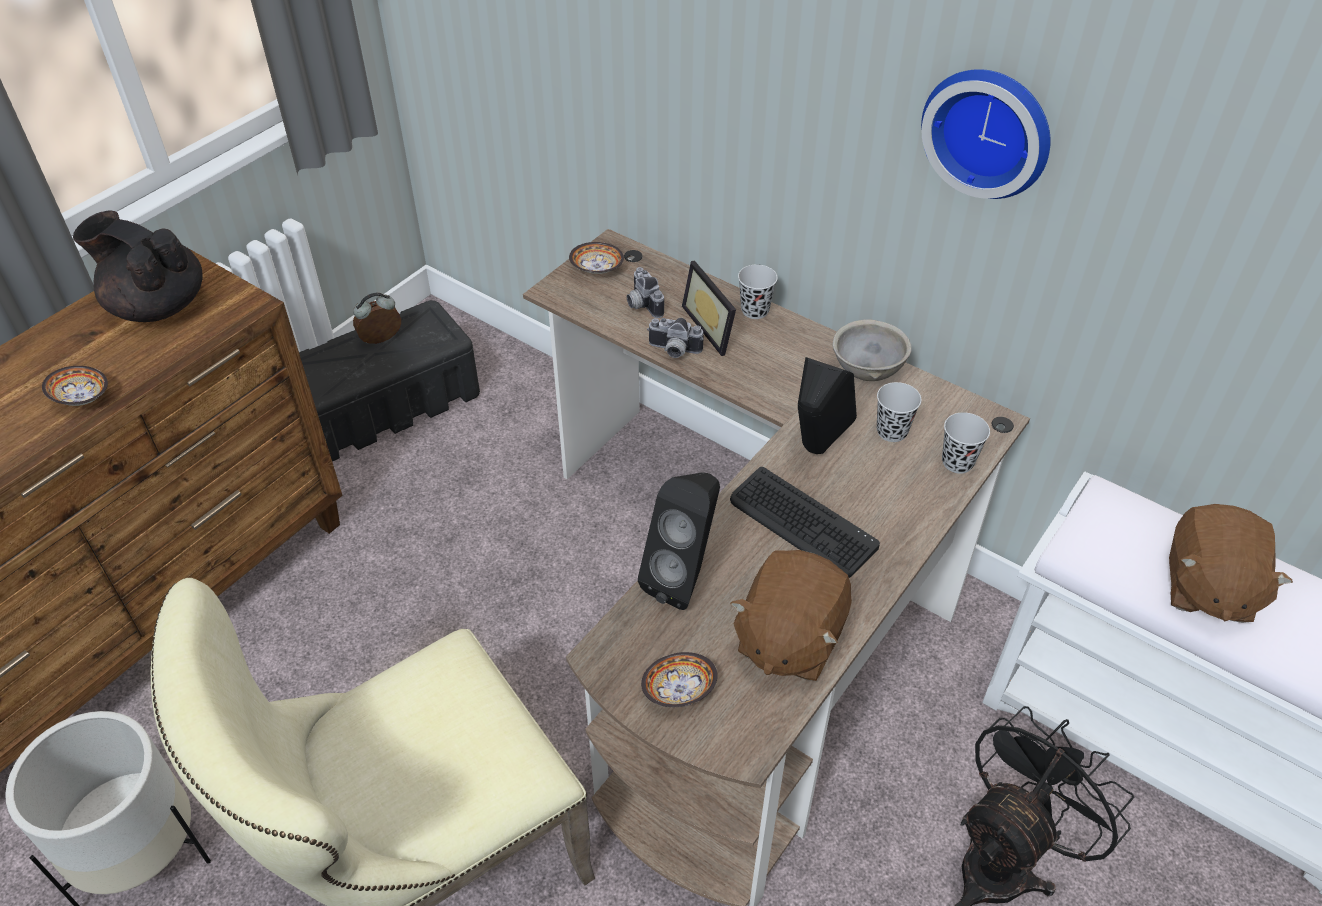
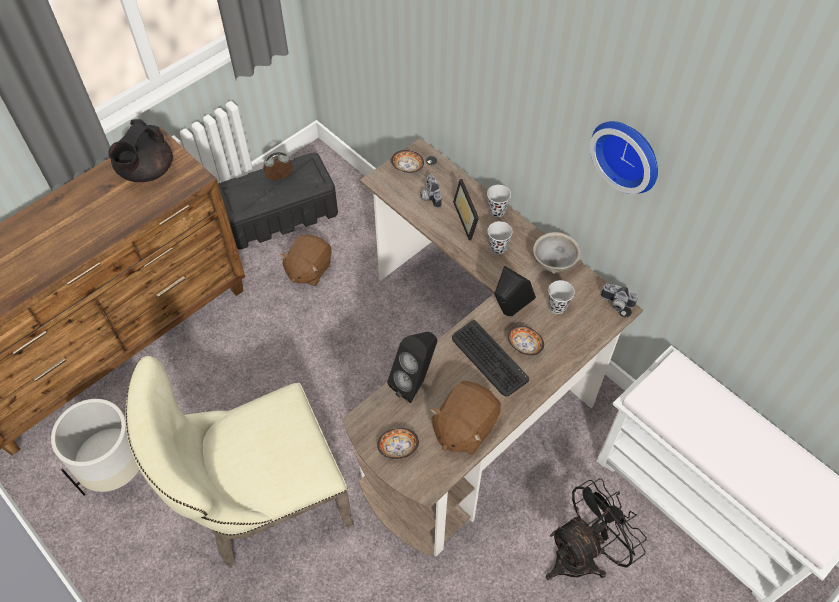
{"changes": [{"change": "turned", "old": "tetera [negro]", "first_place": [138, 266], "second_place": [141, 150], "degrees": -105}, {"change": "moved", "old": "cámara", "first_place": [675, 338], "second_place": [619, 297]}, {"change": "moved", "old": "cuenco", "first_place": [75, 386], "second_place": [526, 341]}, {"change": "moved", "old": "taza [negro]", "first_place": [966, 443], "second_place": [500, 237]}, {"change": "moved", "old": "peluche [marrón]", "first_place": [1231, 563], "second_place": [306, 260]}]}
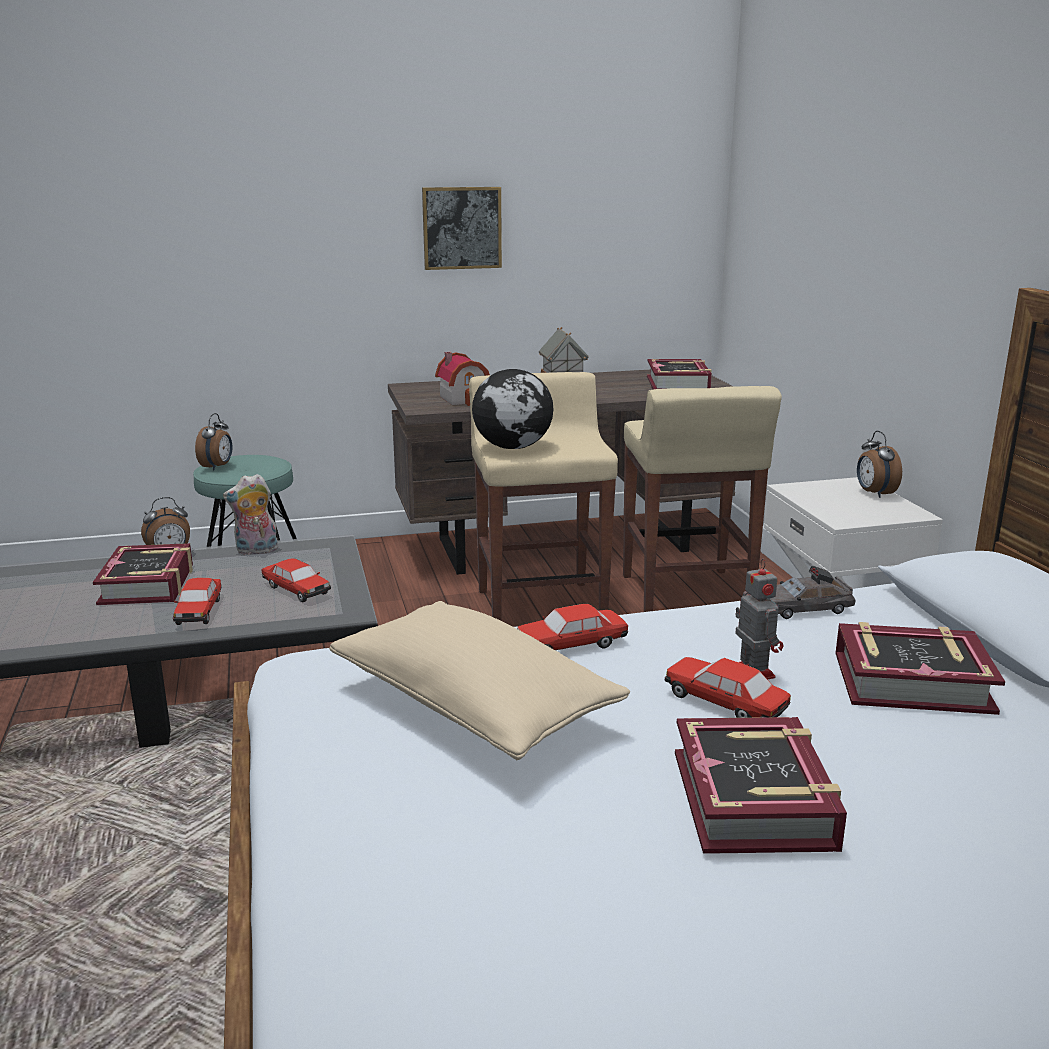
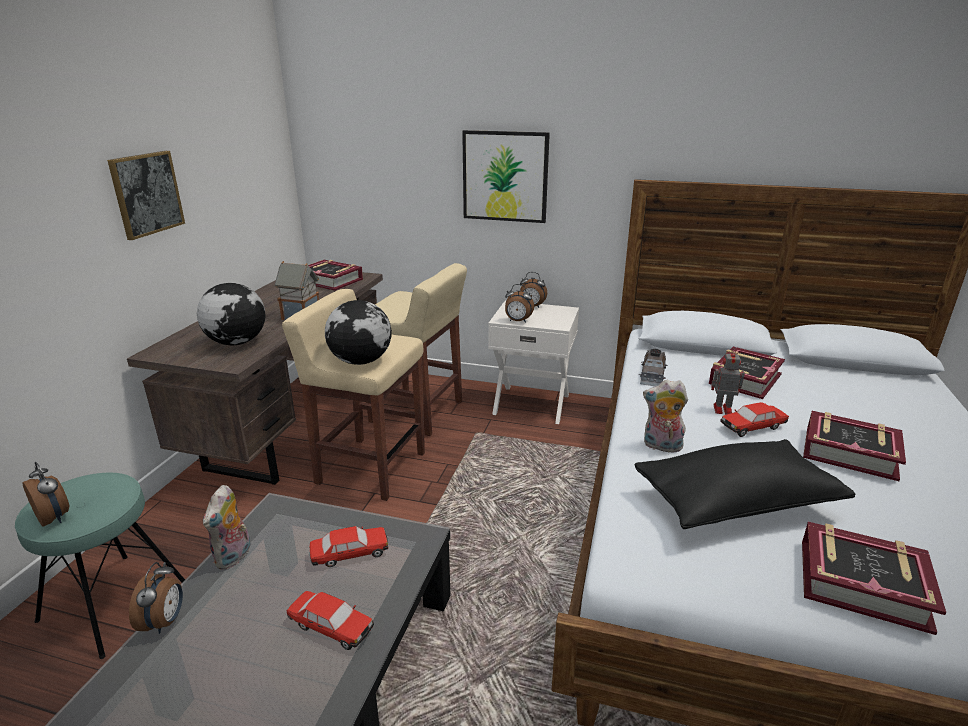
{"changes": [{"change": "replaced", "old": "casita", "new": "globo terráqueo", "first_place": [462, 379], "second_place": [231, 314]}, {"change": "moved", "old": "libro", "first_place": [143, 574], "second_place": [874, 578]}, {"change": "recoloured", "old": "cojín [beis]", "new": "cojín [negro]", "first_place": [479, 680], "second_place": [745, 484]}, {"change": "replaced", "old": "coche de juguete", "new": "peluche", "first_place": [572, 627], "second_place": [665, 416]}, {"change": "added", "new": "cuadro", "second_place": [506, 176]}, {"change": "added", "new": "despertador", "second_place": [519, 303]}]}
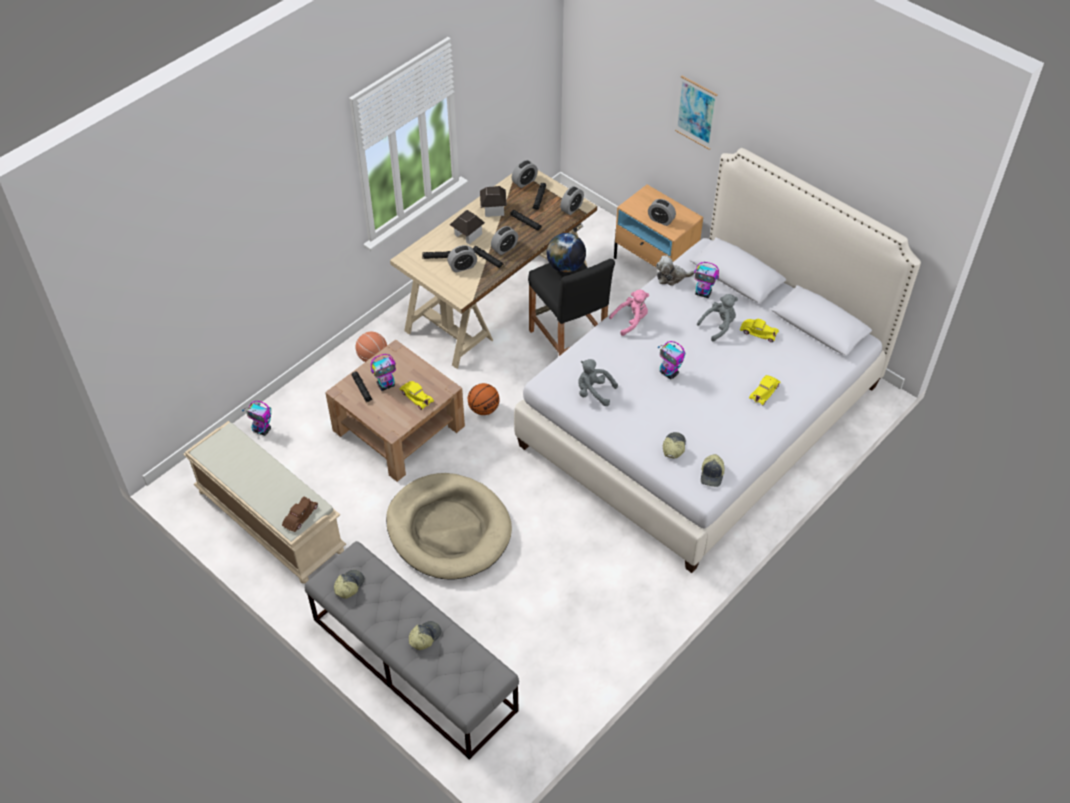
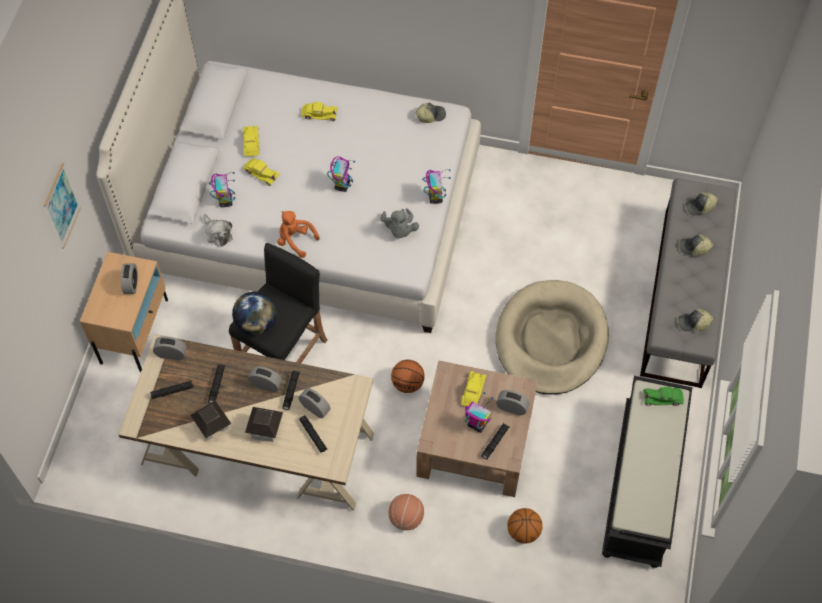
{"changes": [{"change": "moved", "old": "despertador", "first_place": [525, 174], "second_place": [512, 403]}, {"change": "recoloured", "old": "peluche [rosa]", "new": "peluche [naranja]", "first_place": [629, 313], "second_place": [298, 234]}, {"change": "replaced", "old": "peluche [gris]", "new": "coche de juguete [amarillo]", "first_place": [717, 317], "second_place": [261, 172]}, {"change": "moved", "old": "robot de juguete", "first_place": [256, 418], "second_place": [436, 186]}, {"change": "recoloured", "old": "banco [beis]", "new": "banco [negro]", "first_place": [264, 502], "second_place": [647, 472]}, {"change": "moved", "old": "gorra", "first_place": [674, 445], "second_place": [701, 204]}, {"change": "recoloured", "old": "coche de juguete [marrón]", "new": "coche de juguete [verde]", "first_place": [300, 514], "second_place": [663, 396]}, {"change": "added", "new": "balón de baloncesto", "second_place": [524, 526]}]}
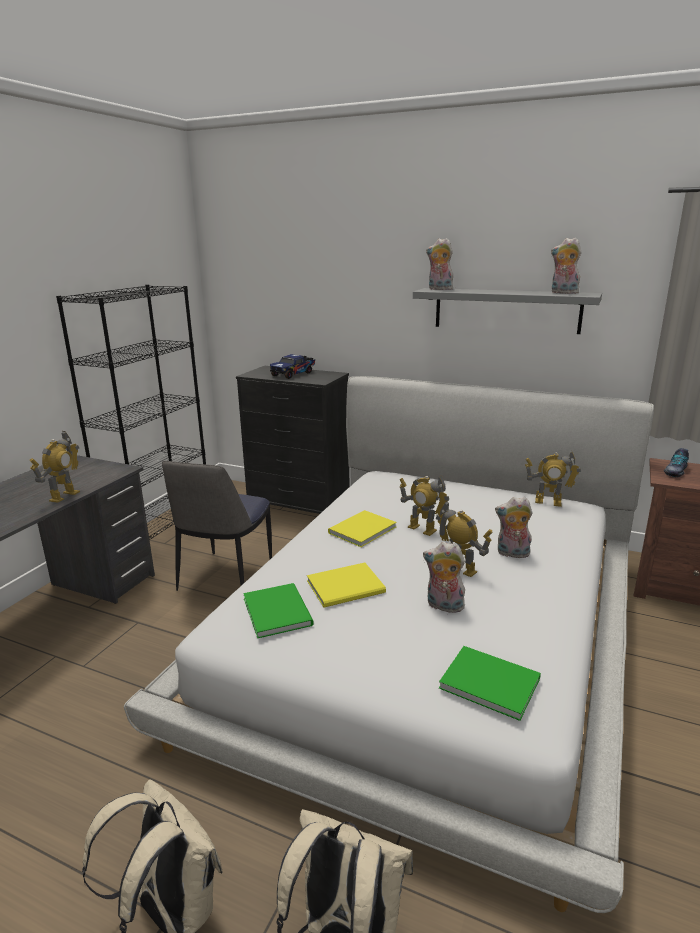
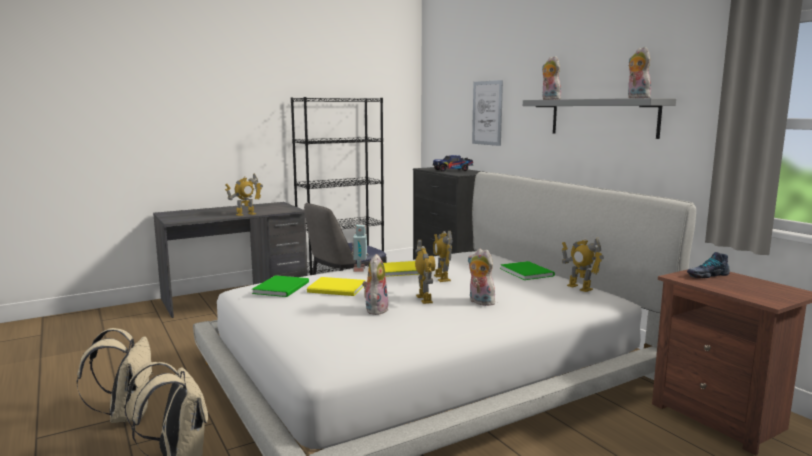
{"changes": [{"change": "turned", "old": "peluche", "first_place": [444, 577], "second_place": [375, 284], "degrees": 45}, {"change": "moved", "old": "libro [verde]", "first_place": [490, 683], "second_place": [527, 270]}, {"change": "added", "new": "cuadro", "second_place": [487, 113]}, {"change": "added", "new": "robot de juguete", "second_place": [360, 248]}]}
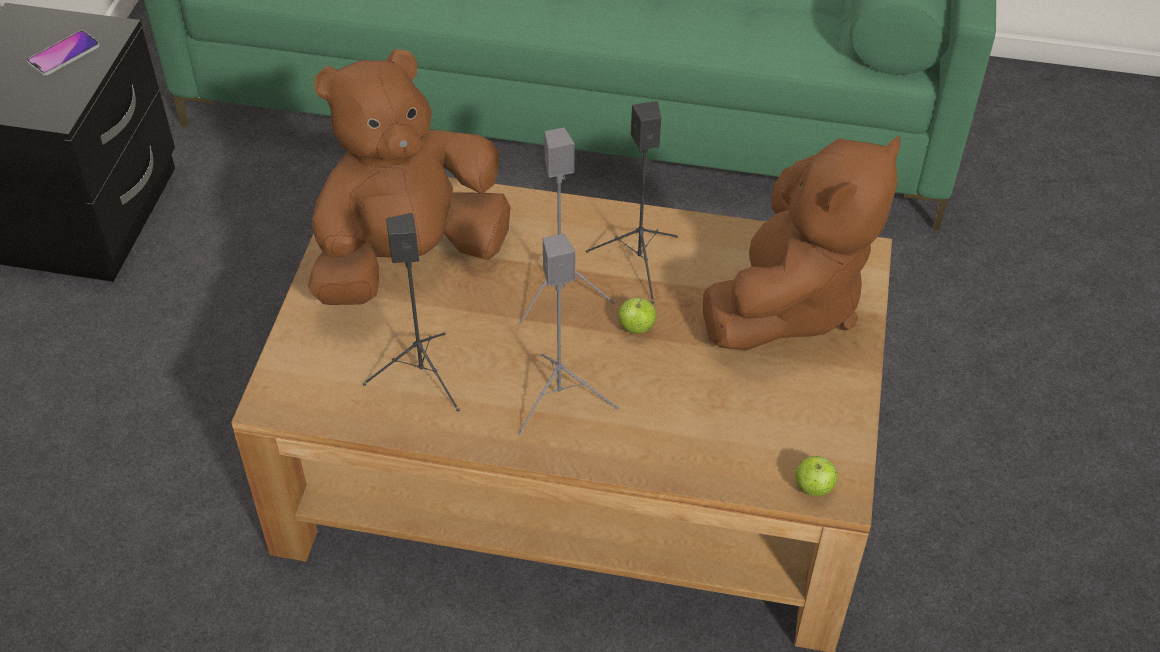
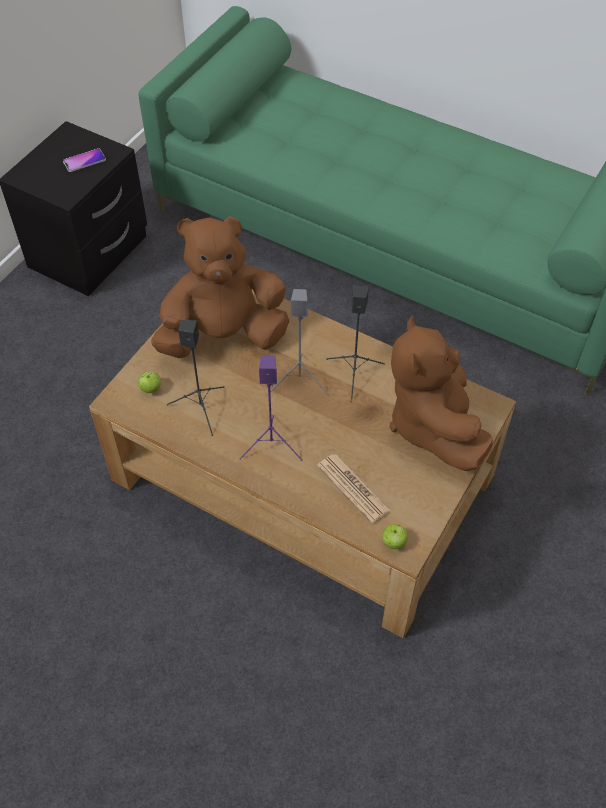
{"changes": [{"change": "turned", "old": "peluche [marrón]", "first_place": [801, 243], "second_place": [441, 393], "degrees": 120}, {"change": "recoloured", "old": "altavoz [gris]", "new": "altavoz [morado]", "first_place": [568, 334], "second_place": [271, 408]}, {"change": "moved", "old": "manzana", "first_place": [637, 315], "second_place": [149, 382]}, {"change": "added", "new": "periódico", "second_place": [354, 489]}]}
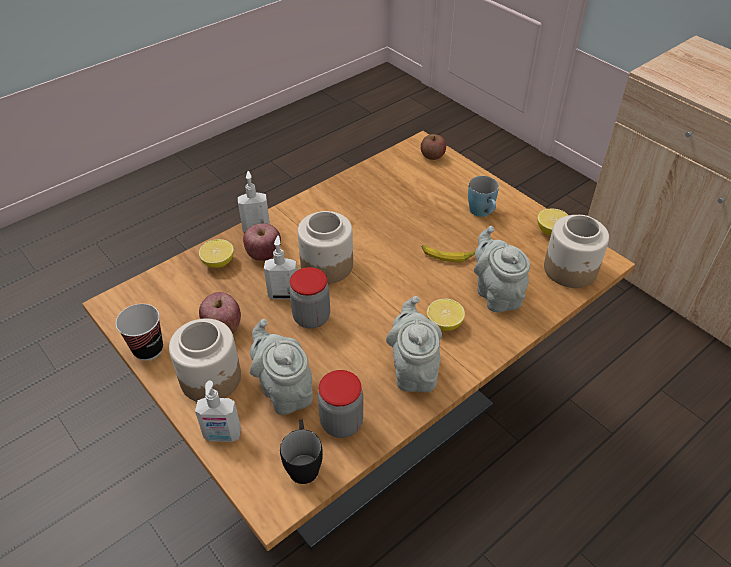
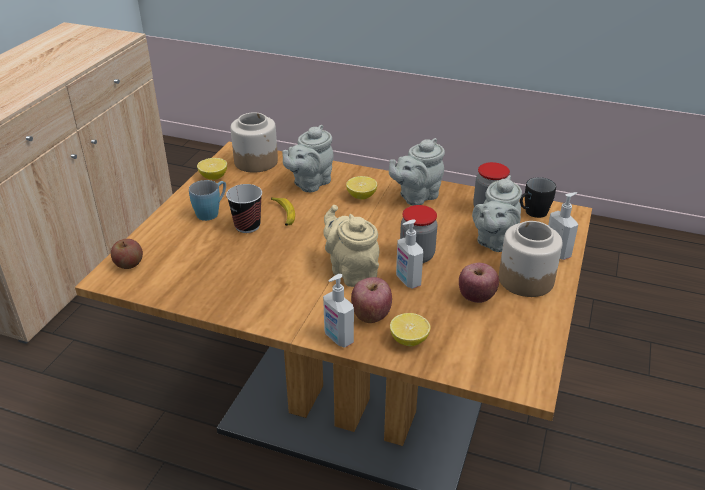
{"changes": [{"change": "replaced", "old": "tarro", "new": "tetera [beis]", "first_place": [325, 247], "second_place": [351, 246]}, {"change": "moved", "old": "taza", "first_place": [139, 332], "second_place": [244, 208]}]}
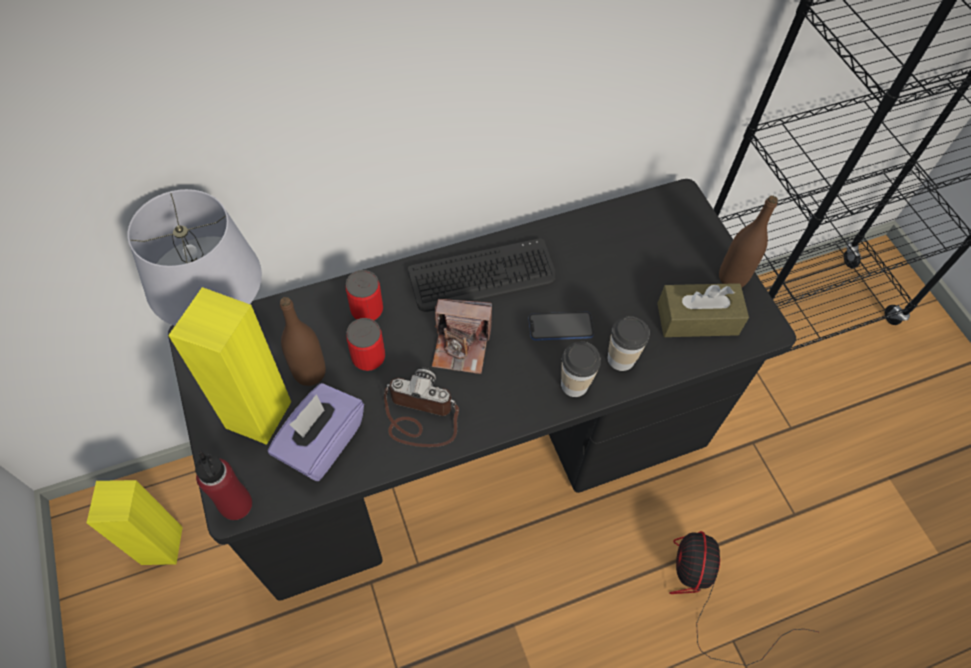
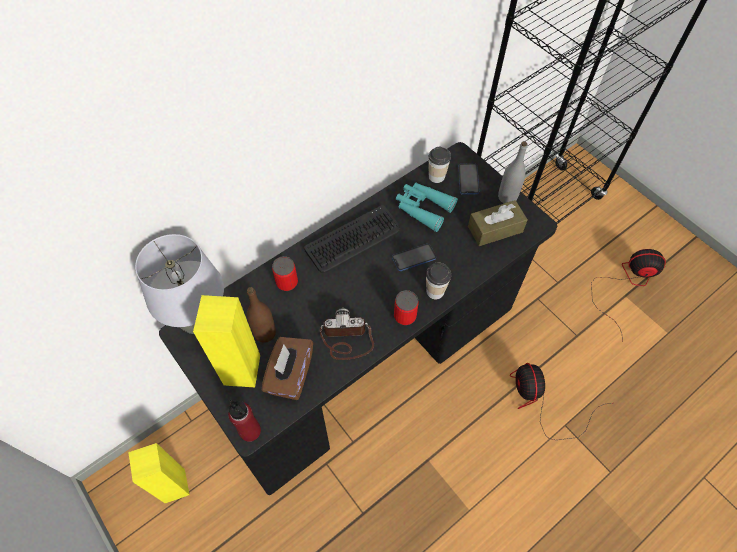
{"changes": [{"change": "recoloured", "old": "botella [marrón]", "new": "botella [gris]", "first_place": [748, 241], "second_place": [512, 172]}, {"change": "removed", "old": "cámara", "first_place": [462, 336]}, {"change": "moved", "old": "taza", "first_place": [628, 343], "second_place": [439, 165]}, {"change": "moved", "old": "lata", "first_place": [365, 344], "second_place": [406, 307]}, {"change": "recoloured", "old": "caja de pañuelos [morado]", "new": "caja de pañuelos [marrón]", "first_place": [316, 432], "second_place": [287, 368]}, {"change": "added", "new": "móvil", "second_place": [469, 179]}, {"change": "added", "new": "prismáticos [turquesa]", "second_place": [427, 207]}, {"change": "added", "new": "ventilador", "second_place": [628, 295]}]}
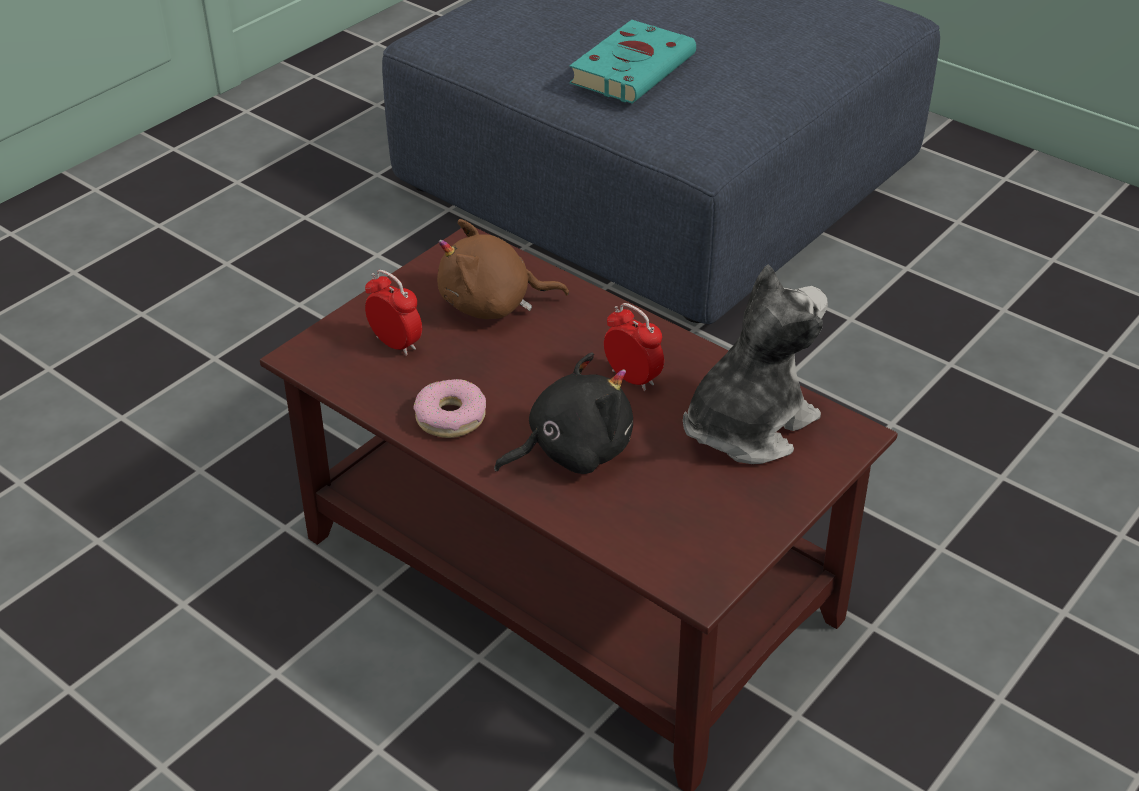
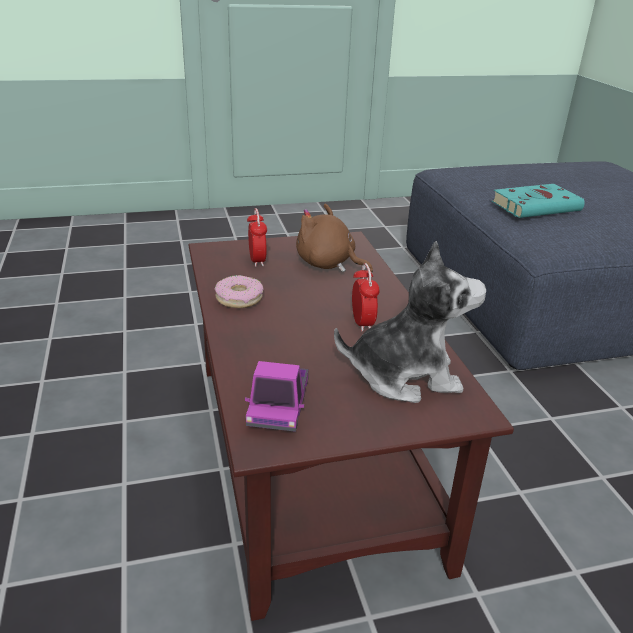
{"changes": [{"change": "removed", "old": "peluche [negro]", "first_place": [563, 413]}, {"change": "added", "new": "camión de juguete", "second_place": [277, 396]}]}
